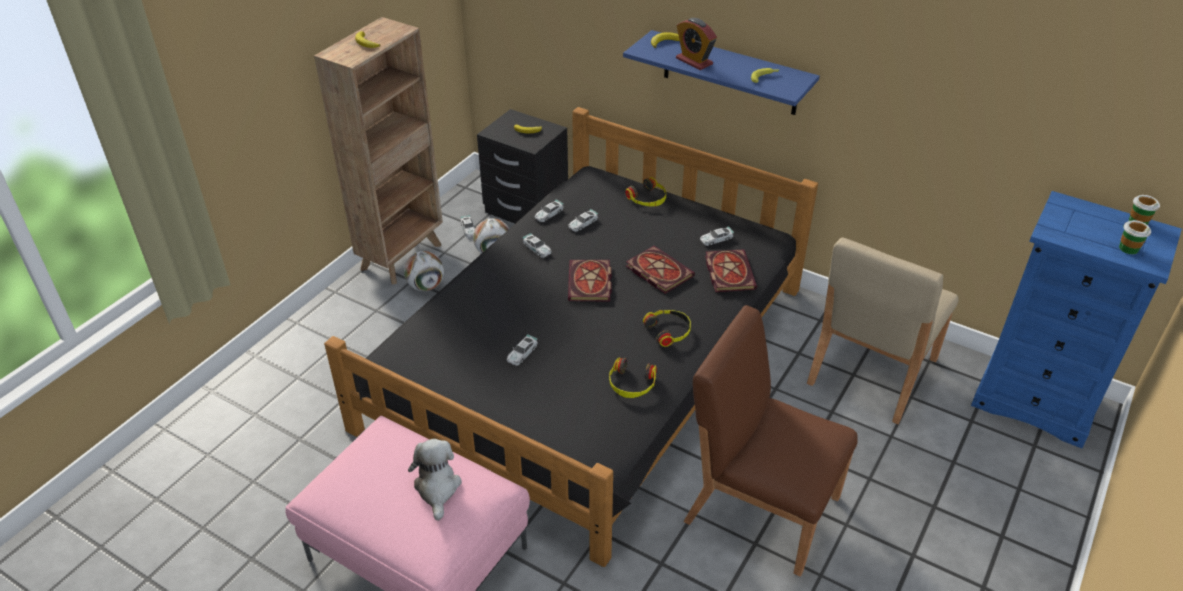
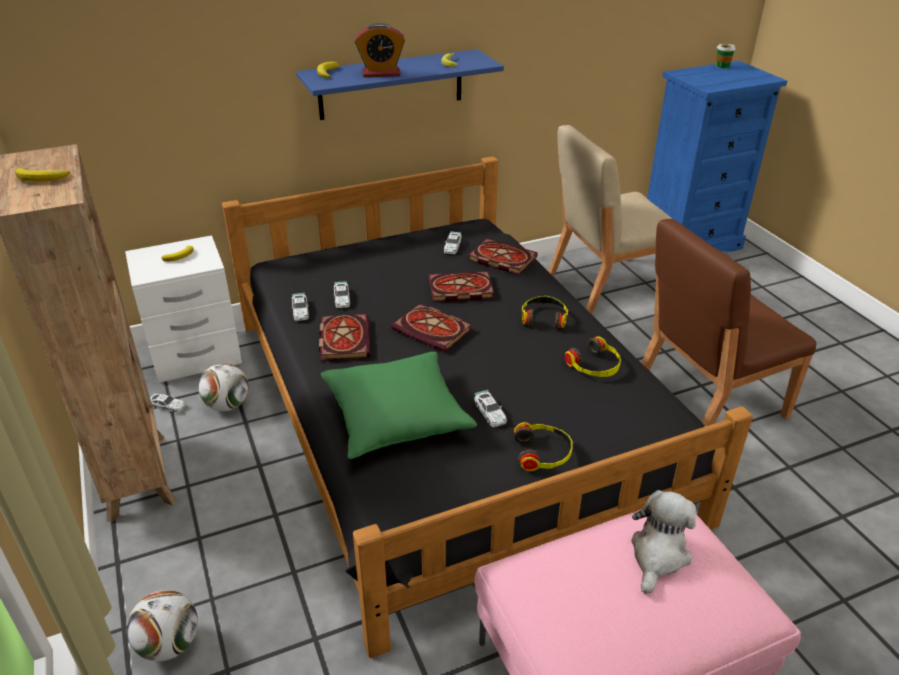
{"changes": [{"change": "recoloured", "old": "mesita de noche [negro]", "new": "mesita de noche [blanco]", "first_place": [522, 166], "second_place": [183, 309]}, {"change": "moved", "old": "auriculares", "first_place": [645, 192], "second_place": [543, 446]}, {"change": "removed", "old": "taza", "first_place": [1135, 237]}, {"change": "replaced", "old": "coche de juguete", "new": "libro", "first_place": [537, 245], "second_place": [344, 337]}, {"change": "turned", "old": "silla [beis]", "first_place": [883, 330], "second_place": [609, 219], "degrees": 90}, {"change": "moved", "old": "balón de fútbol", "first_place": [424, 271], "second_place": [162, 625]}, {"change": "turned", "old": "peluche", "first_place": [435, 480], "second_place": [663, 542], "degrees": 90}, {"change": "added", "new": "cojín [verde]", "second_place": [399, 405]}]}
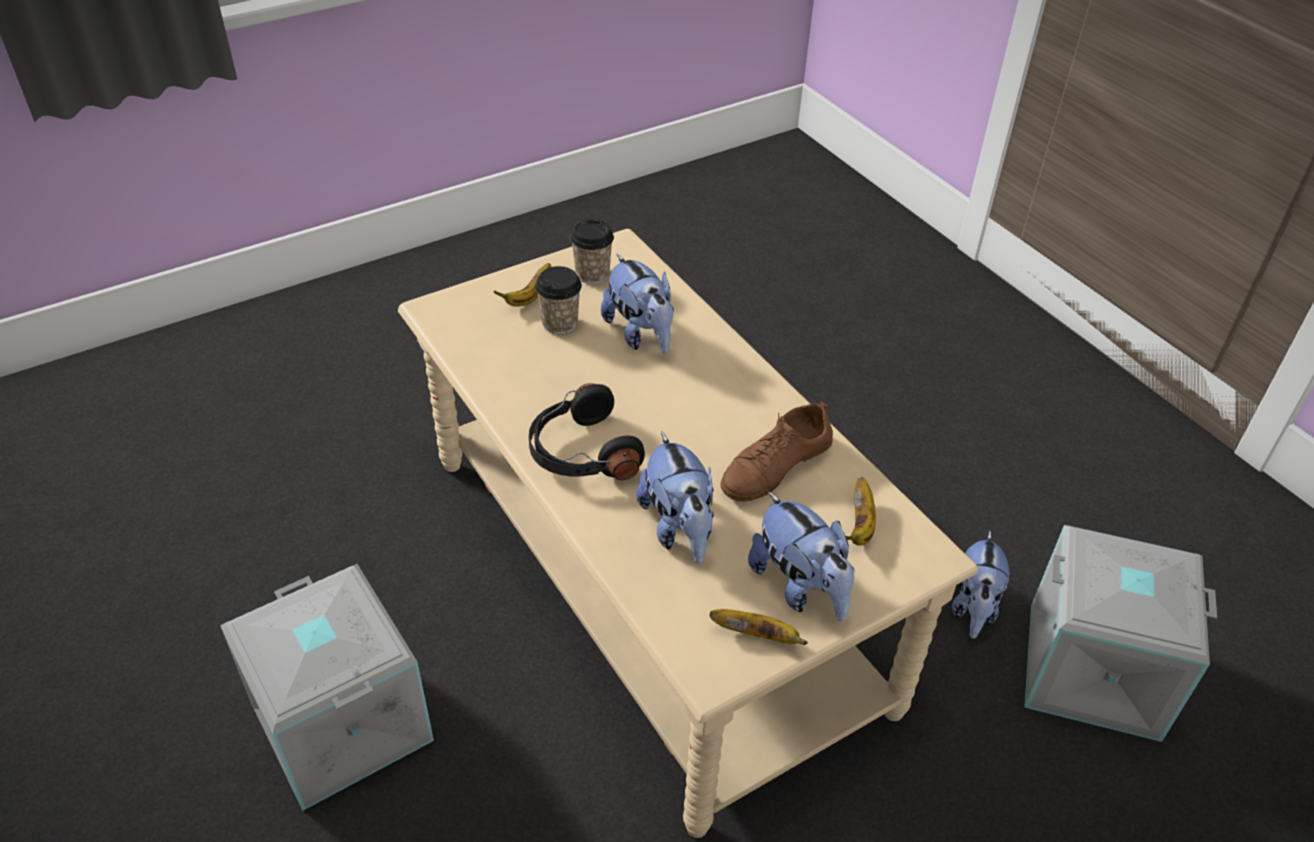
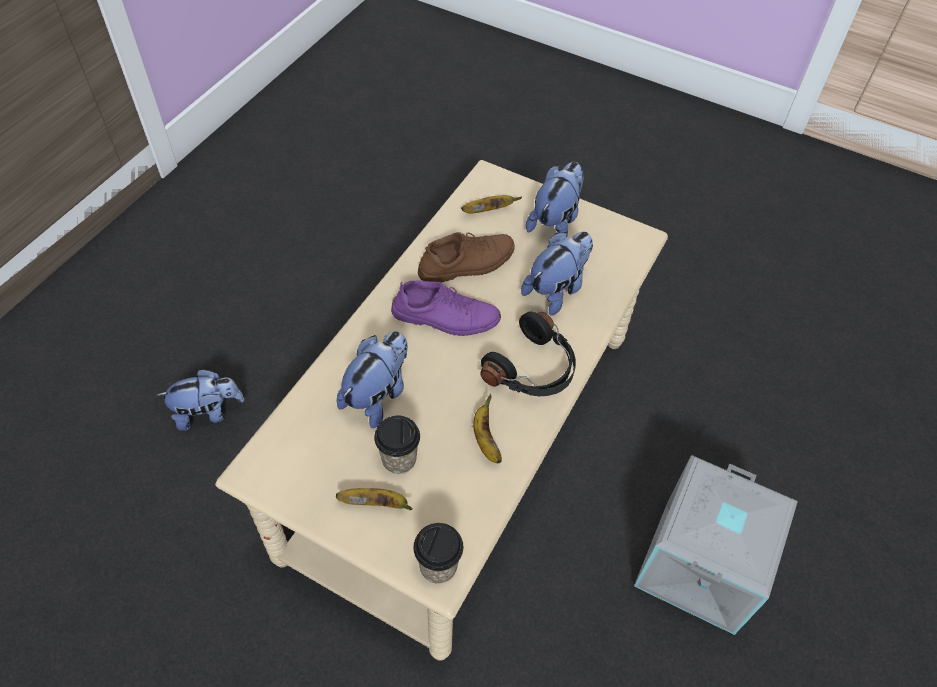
{"changes": [{"change": "moved", "old": "taza", "first_place": [592, 251], "second_place": [438, 553]}, {"change": "turned", "old": "zapato [marrón]", "first_place": [777, 451], "second_place": [466, 257], "degrees": -45}, {"change": "removed", "old": "caja de almacenaje [gris]", "first_place": [1120, 633]}, {"change": "moved", "old": "peluche", "first_place": [981, 585], "second_place": [200, 400]}, {"change": "moved", "old": "plátano", "first_place": [759, 627], "second_place": [487, 428]}, {"change": "added", "new": "zapato [morado]", "second_place": [446, 308]}]}
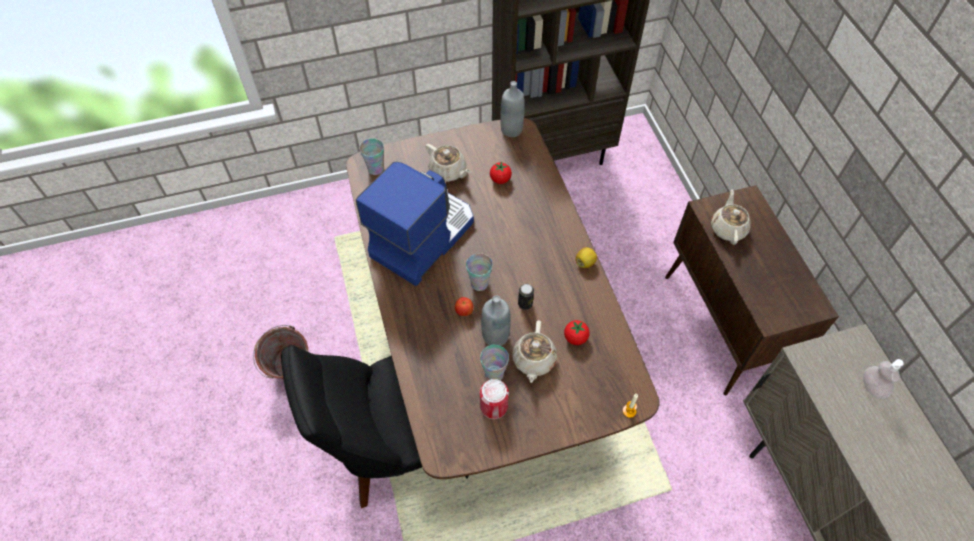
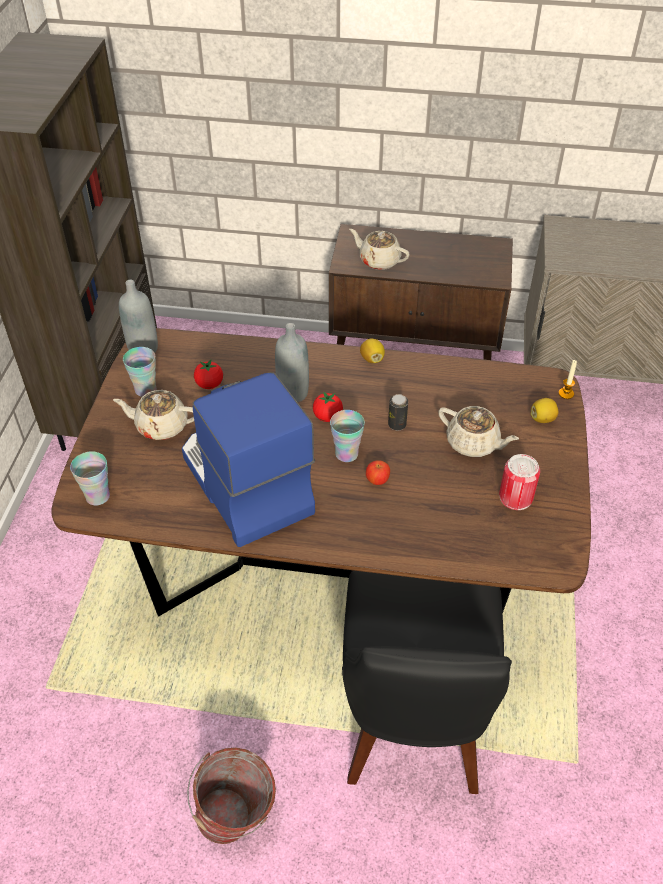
{"changes": [{"change": "turned", "old": "tetera [beis]", "first_place": [448, 163], "second_place": [153, 415], "degrees": -150}, {"change": "moved", "old": "botella [gris]", "first_place": [496, 320], "second_place": [292, 362]}, {"change": "moved", "old": "tomate", "first_place": [576, 332], "second_place": [328, 406]}, {"change": "moved", "old": "taza", "first_place": [494, 363], "second_place": [139, 372]}, {"change": "removed", "old": "dispensador de jabón", "first_place": [883, 379]}, {"change": "added", "new": "limón", "second_place": [544, 410]}]}
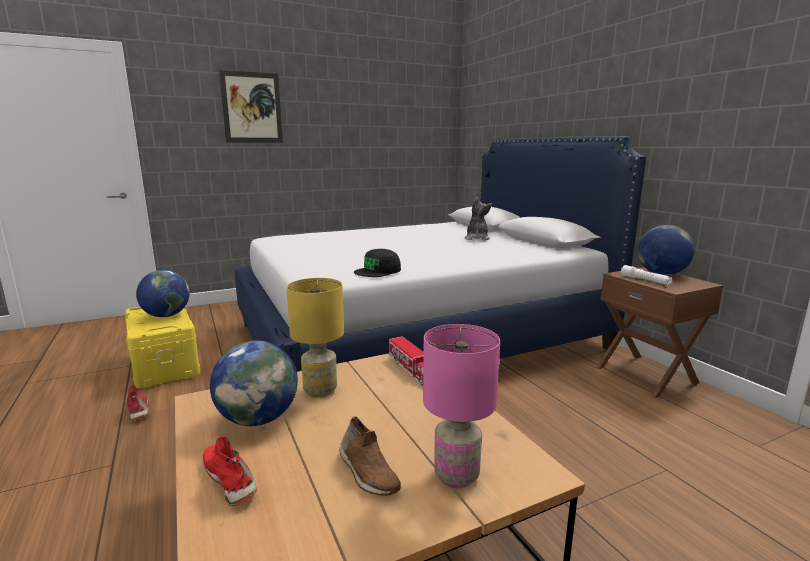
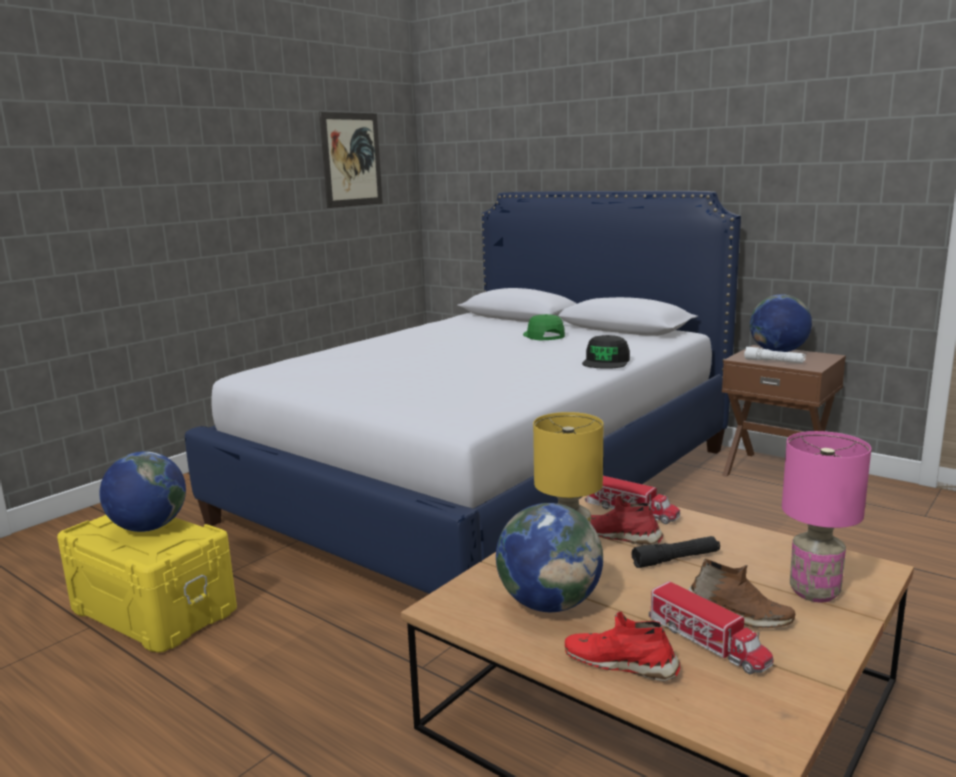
{"changes": [{"change": "moved", "old": "cuadro", "first_place": [251, 106], "second_place": [351, 160]}, {"change": "replaced", "old": "peluche", "new": "gorra [verde]", "first_place": [478, 219], "second_place": [544, 327]}, {"change": "moved", "old": "gorra [negro]", "first_place": [377, 263], "second_place": [606, 352]}, {"change": "moved", "old": "zapato [rojo]", "first_place": [138, 403], "second_place": [627, 521]}, {"change": "added", "new": "linterna [negro]", "second_place": [676, 552]}, {"change": "added", "new": "camión de juguete", "second_place": [711, 627]}]}
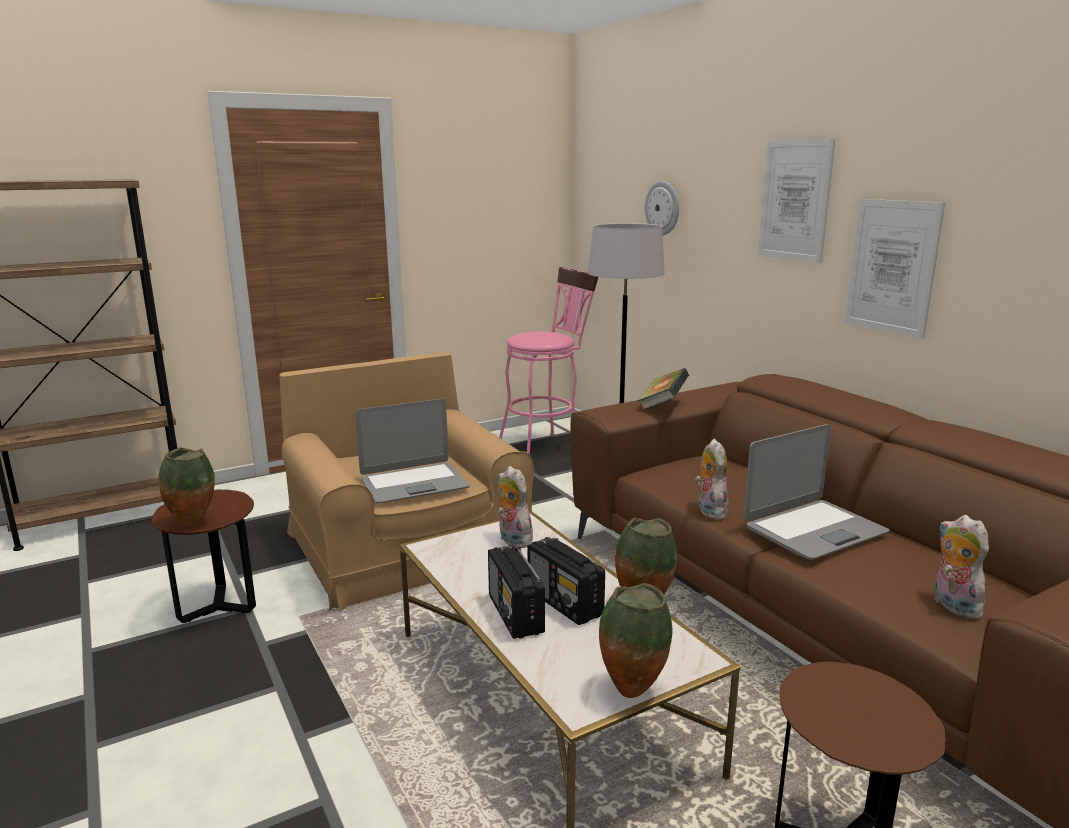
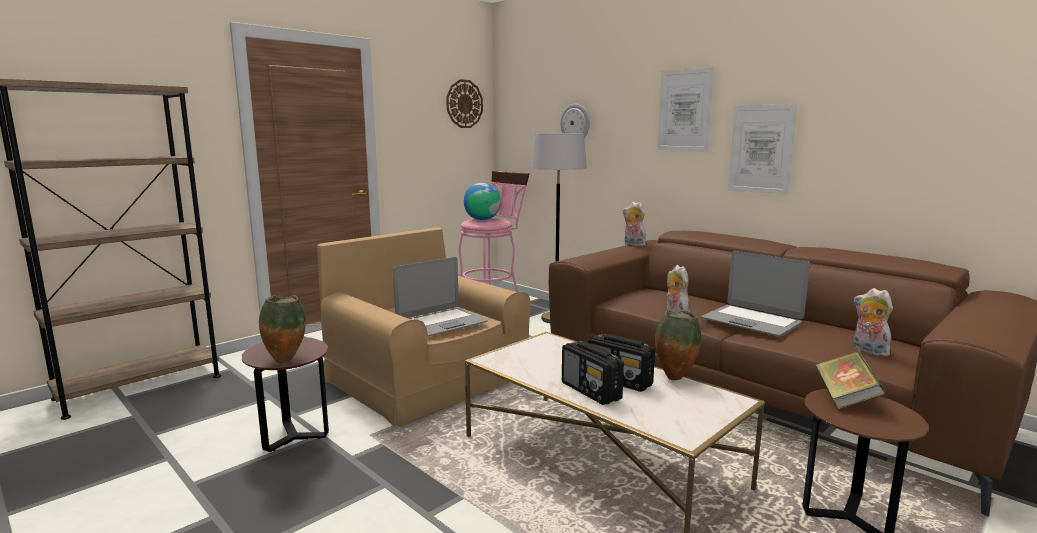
{"changes": [{"change": "moved", "old": "libro", "first_place": [663, 389], "second_place": [851, 380]}, {"change": "turned", "old": "portátil", "first_place": [817, 492], "second_place": [755, 293], "degrees": 90}, {"change": "moved", "old": "peluche", "first_place": [515, 507], "second_place": [634, 224]}, {"change": "removed", "old": "florero", "first_place": [635, 640]}, {"change": "added", "new": "reloj de pared", "second_place": [464, 103]}, {"change": "added", "new": "globo terráqueo", "second_place": [482, 201]}]}
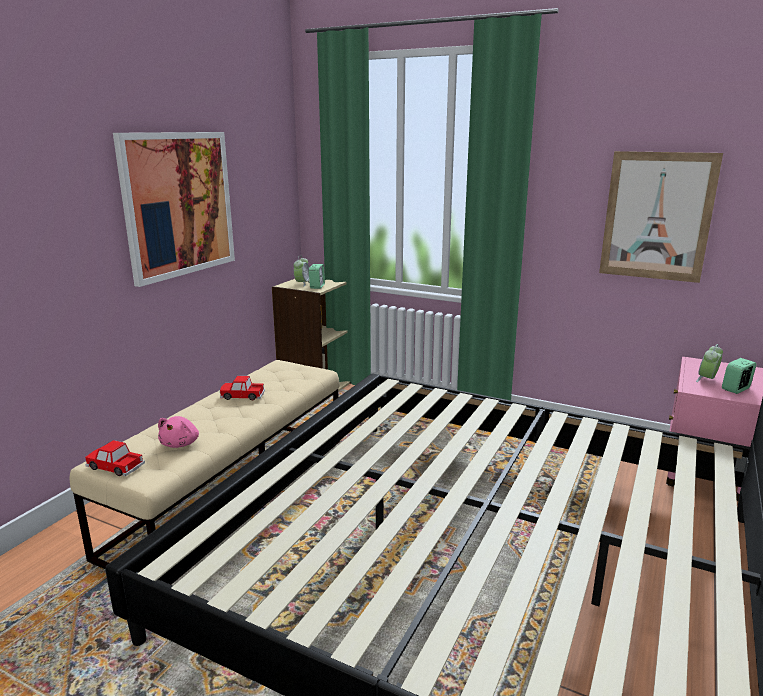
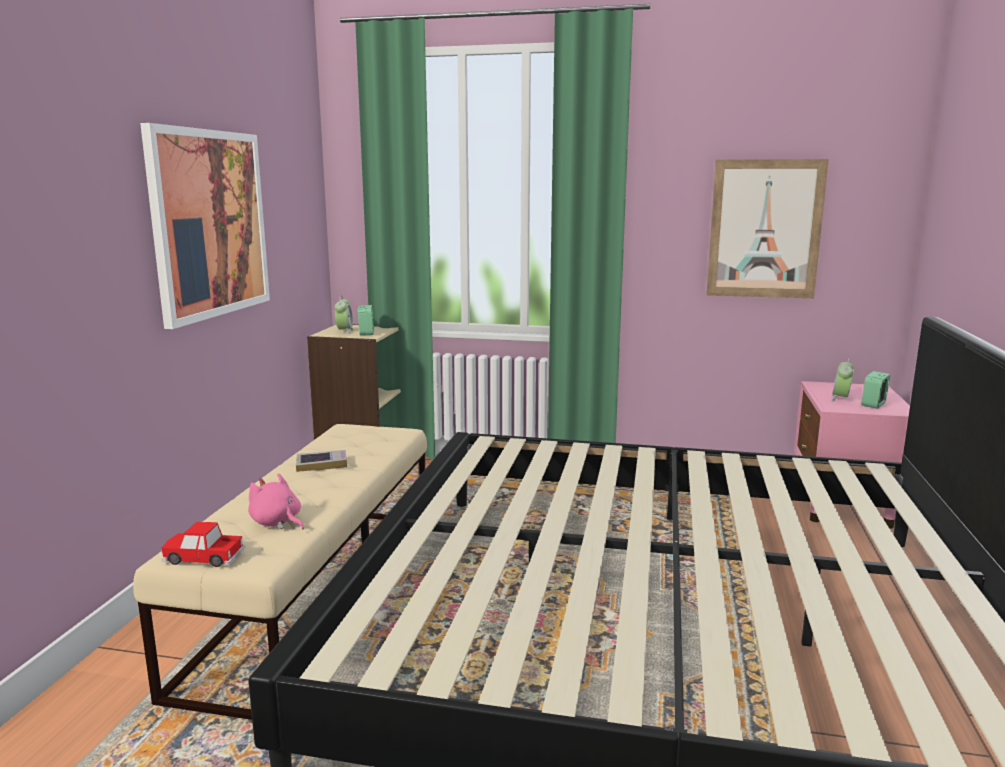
{"changes": [{"change": "replaced", "old": "coche de juguete", "new": "libro", "first_place": [242, 388], "second_place": [321, 461]}, {"change": "turned", "old": "peluche [rosa]", "first_place": [178, 432], "second_place": [276, 501], "degrees": 135}]}
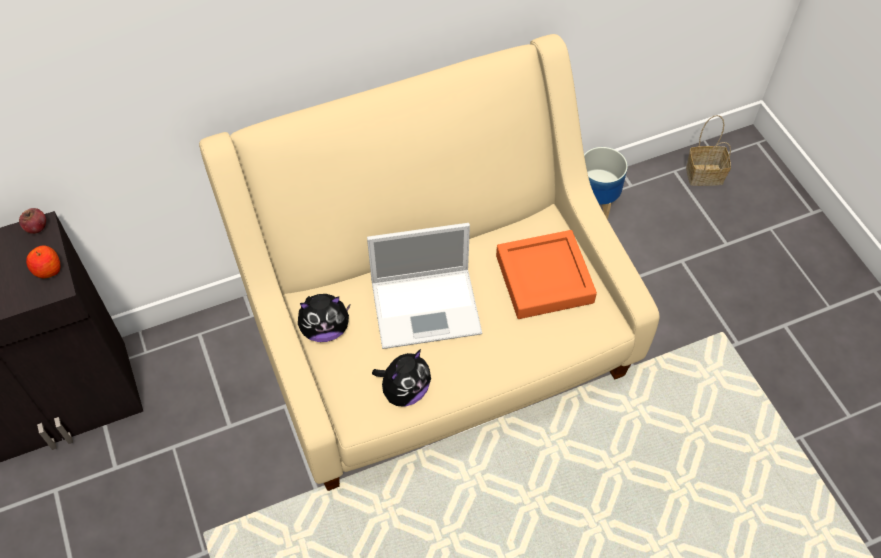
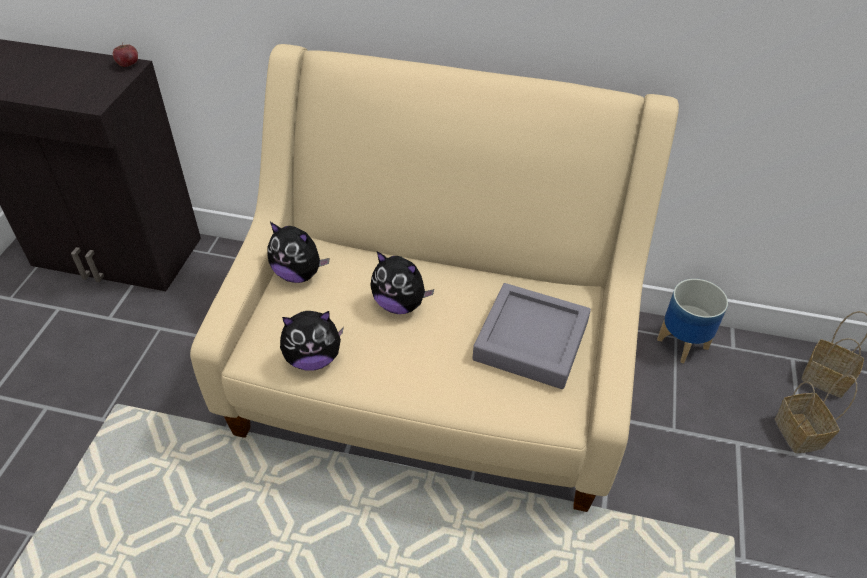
{"changes": [{"change": "replaced", "old": "portátil", "new": "peluche", "first_place": [424, 286], "second_place": [402, 282]}, {"change": "recoloured", "old": "bandeja [naranja]", "new": "bandeja [gris]", "first_place": [546, 274], "second_place": [531, 336]}, {"change": "removed", "old": "manzana", "first_place": [43, 261]}, {"change": "added", "new": "cesta", "second_place": [816, 414]}]}
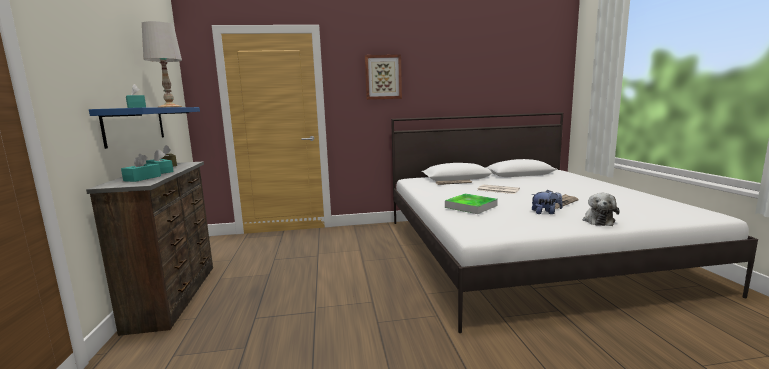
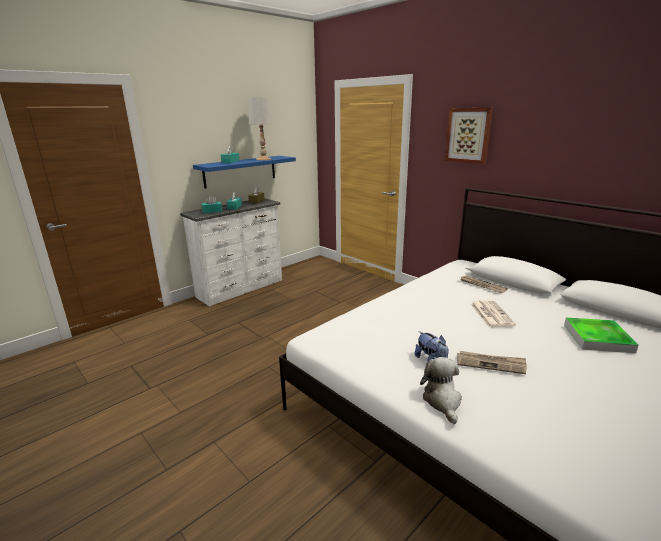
{"changes": [{"change": "recoloured", "old": "cómoda [marrón]", "new": "cómoda [blanco]", "first_place": [149, 248], "second_place": [231, 252]}, {"change": "moved", "old": "bandeja", "first_place": [471, 203], "second_place": [601, 335]}, {"change": "turned", "old": "peluche", "first_place": [601, 209], "second_place": [441, 390], "degrees": 105}]}
